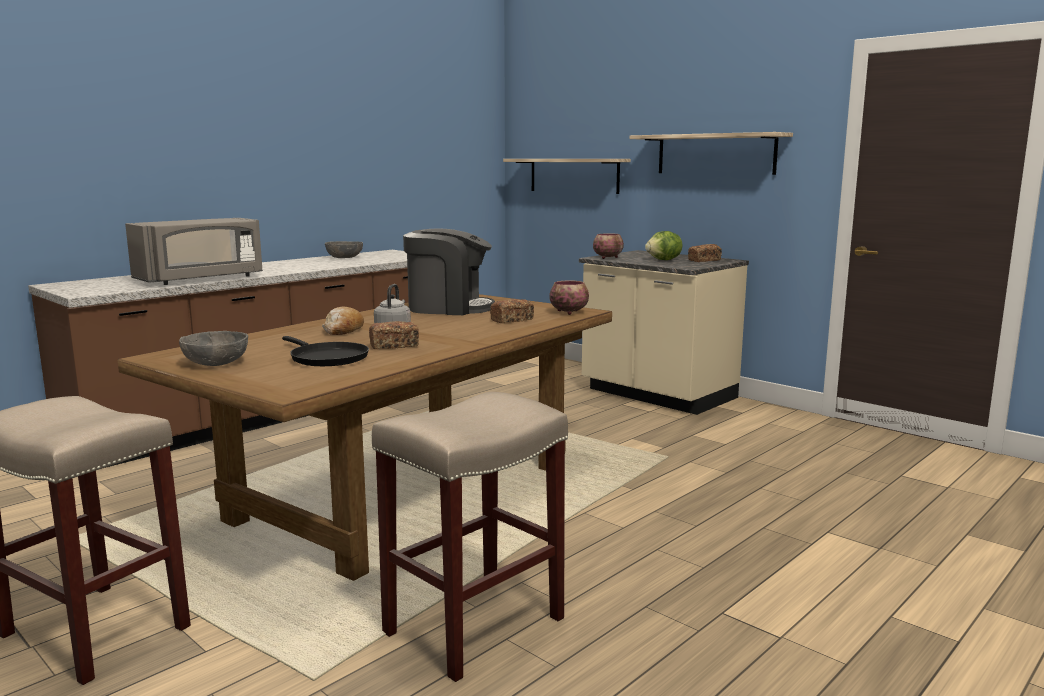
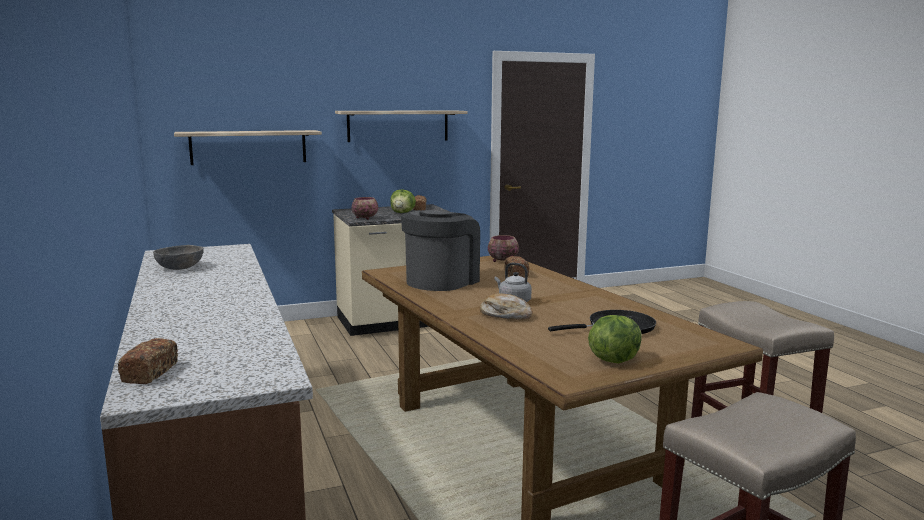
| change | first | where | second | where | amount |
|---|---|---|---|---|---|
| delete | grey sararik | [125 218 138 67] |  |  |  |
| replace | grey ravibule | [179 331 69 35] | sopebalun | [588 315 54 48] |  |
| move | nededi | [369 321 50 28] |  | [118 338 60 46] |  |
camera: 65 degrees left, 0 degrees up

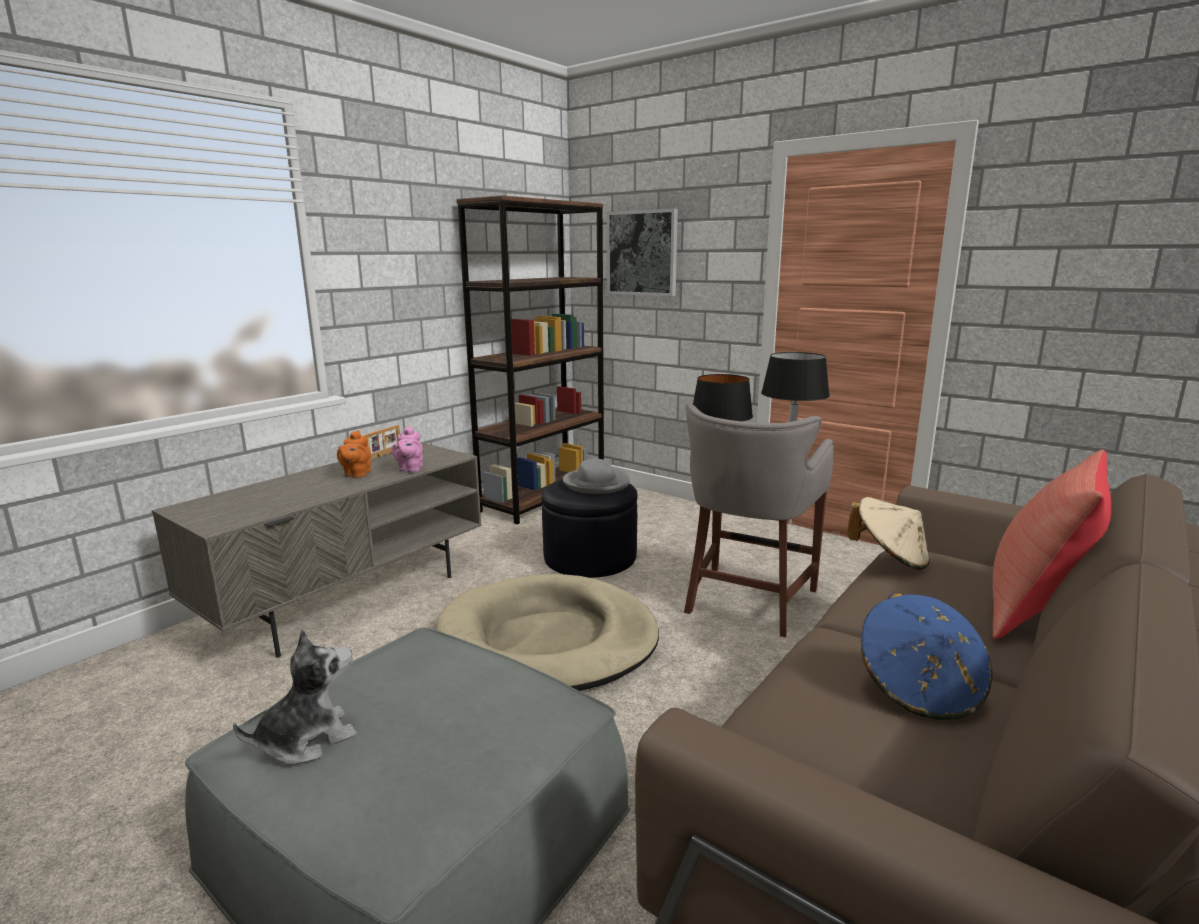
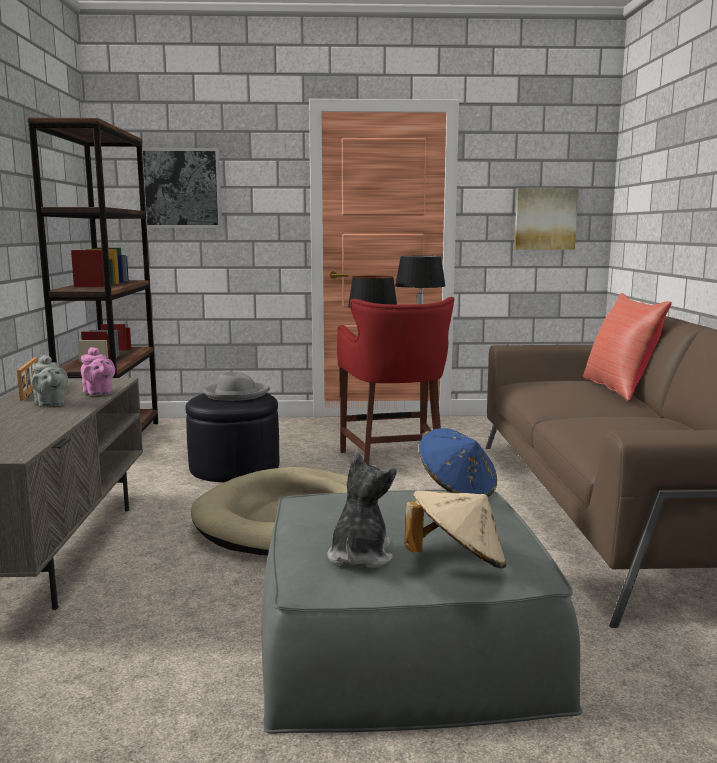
| change | first | where | second | where | amount |
|---|---|---|---|---|---|
| recolor | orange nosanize | [337 430 34 48] | grey nosanize | [31 355 37 52] |  |
| recolor | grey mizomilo | [684 404 150 233] | red mizomilo | [337 297 117 168] |  |
| move | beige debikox | [848 497 82 73] |  | [405 490 101 78] |  |
| move | blue debikox | [861 593 132 127] |  | [419 428 78 69] |  |
| insert |  |  | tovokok | [514 188 65 62] |  |
camera: 40 degrees left, 5 degrees down

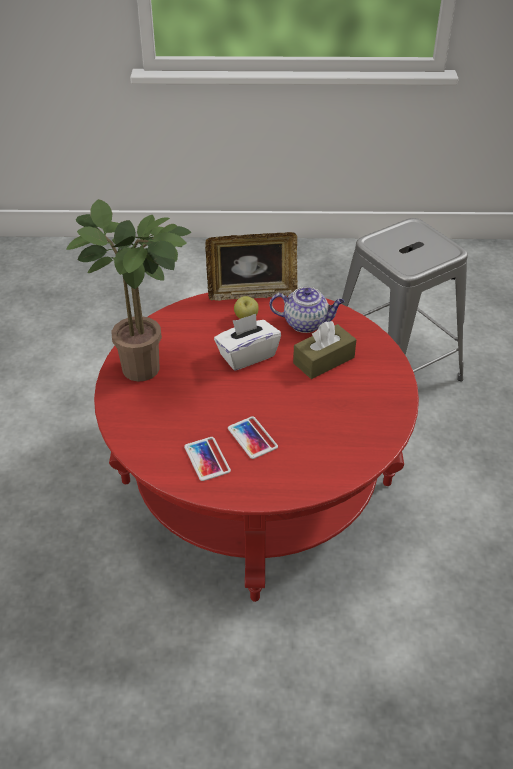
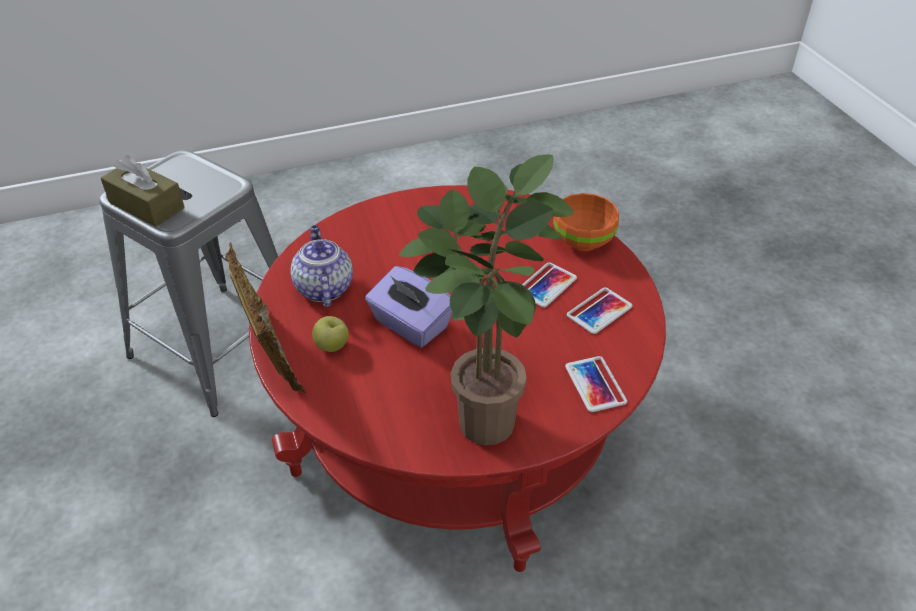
| change | first | where | second | where | amount |
|---|---|---|---|---|---|
| recolor | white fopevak | [214 314 67 57] | purple fopevak | [365 266 87 82] |  |
| move | brown fopevak | [293 321 63 58] |  | [101 155 84 72] |  |
| insert |  |  | orange ravibule | [553 193 66 58] |  |
| insert |  |  | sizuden | [565 356 62 56] |  |
camera: 110 degrees left, 0 degrees up

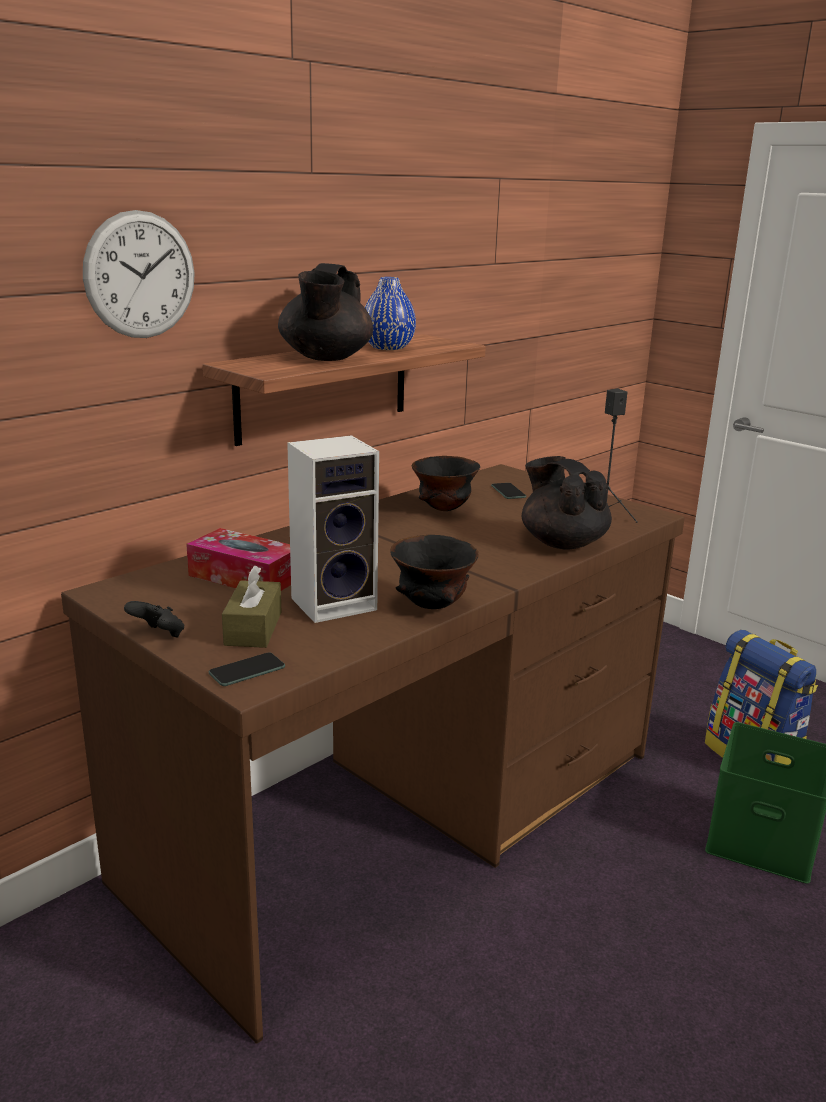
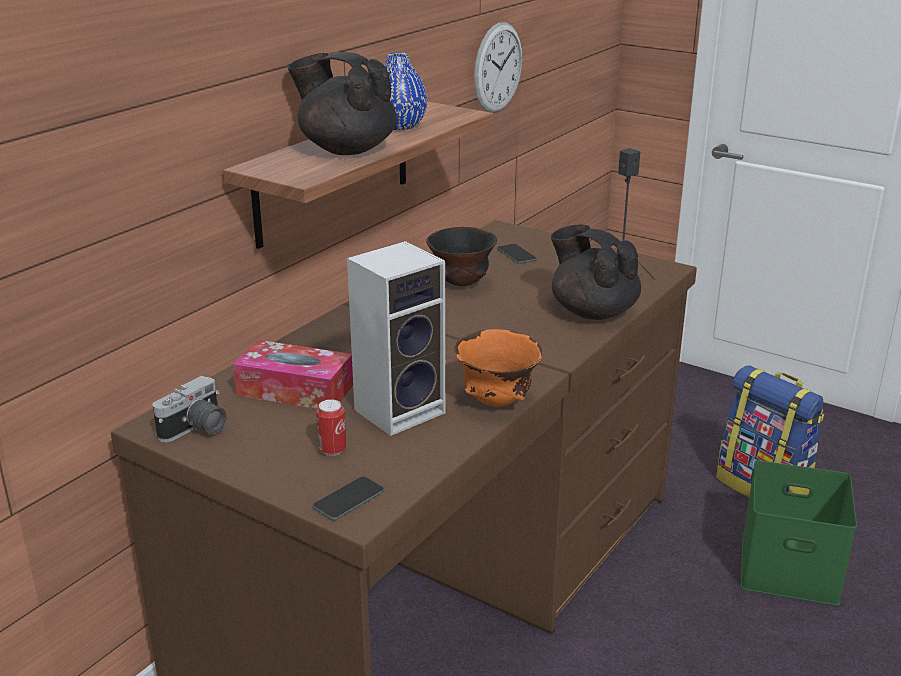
| change | first | where | second | where | amount |
|---|---|---|---|---|---|
| move | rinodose | [83 210 112 128] |  | [474 22 48 91] |  |
| delete | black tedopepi | [124 601 60 36] |  |  |  |
| replace | brown fopevak | [222 565 59 83] | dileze | [316 399 30 57] |  |
| rotate | black nosanize | [278 263 95 98] |  | [287 52 109 103] | 120 degrees clockwise |
| recolor | black ravibule | [390 535 89 74] | orange ravibule | [454 329 89 78] |  |
| insert |  |  | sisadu | [152 376 74 66] |  |
camera: 10 degrees left, 5 degrees up

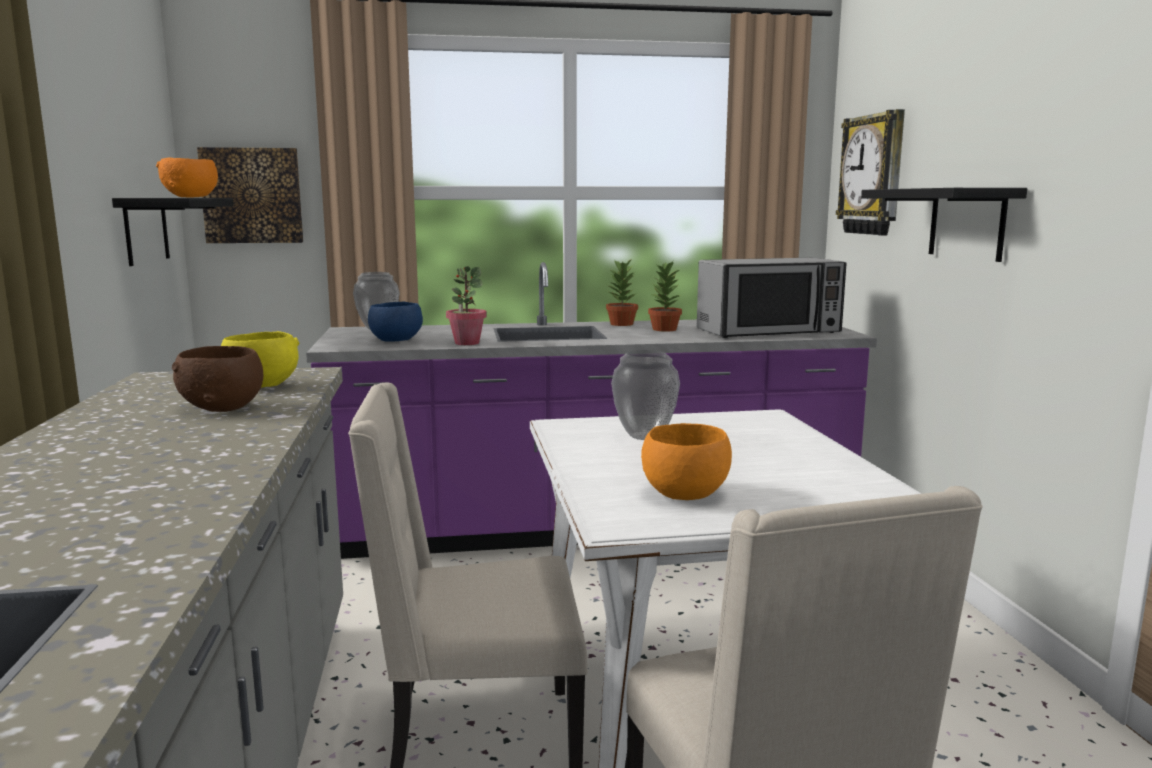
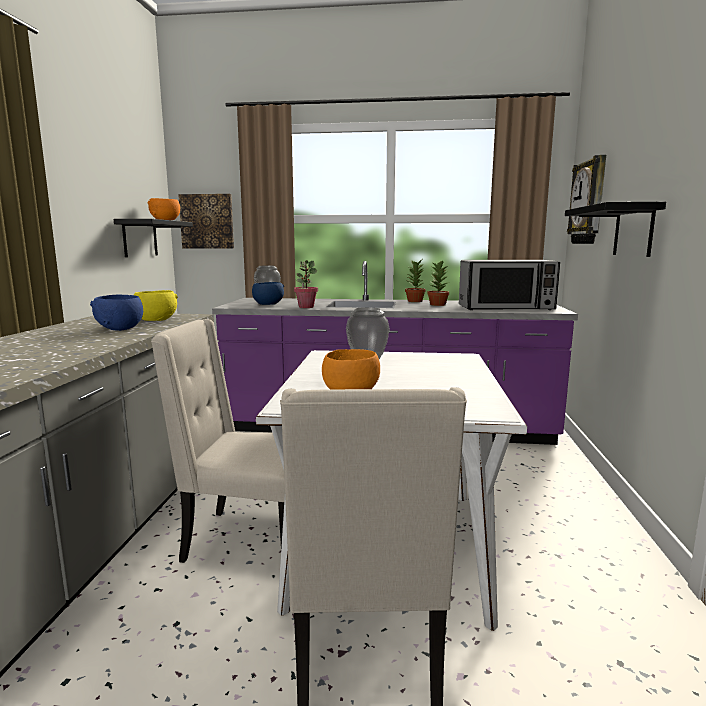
| change | first | where | second | where | amount |
|---|---|---|---|---|---|
| recolor | brown ravibule | [172 346 92 66] | blue ravibule | [90 295 53 36] |  |
camera: 15 degrees right, 0 degrees up

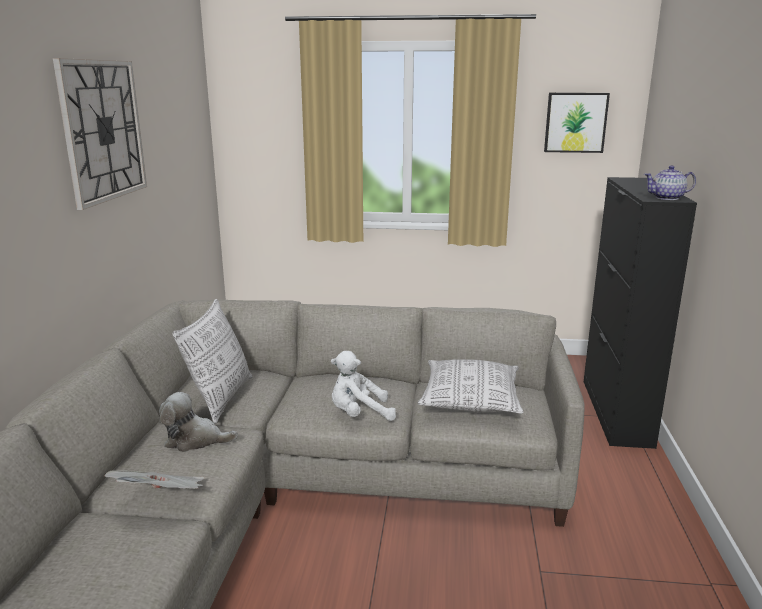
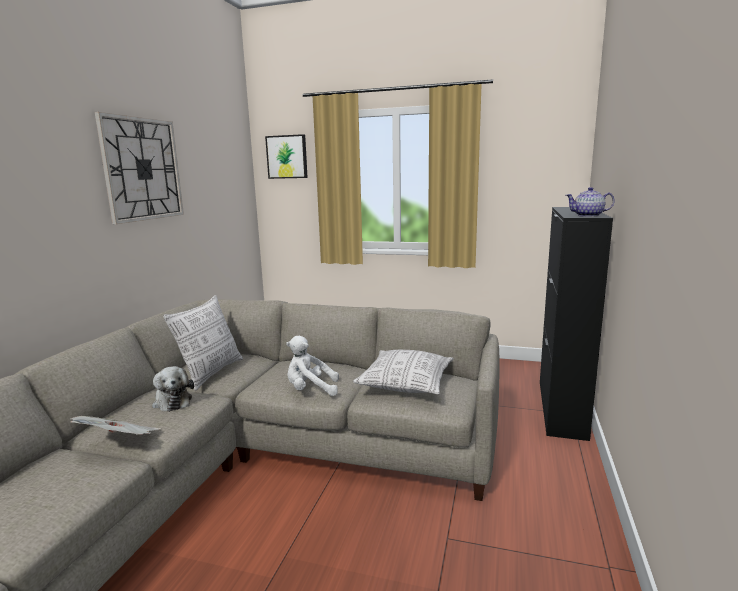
| change | first | where | second | where | amount |
|---|---|---|---|---|---|
| rotate | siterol | [159 392 79 60] |  | [152 366 42 46] | 135 degrees counterclockwise |
| move | tovokok | [544 93 66 60] |  | [265 134 43 45] |  |
camera: 10 degrees right, 5 degrees down

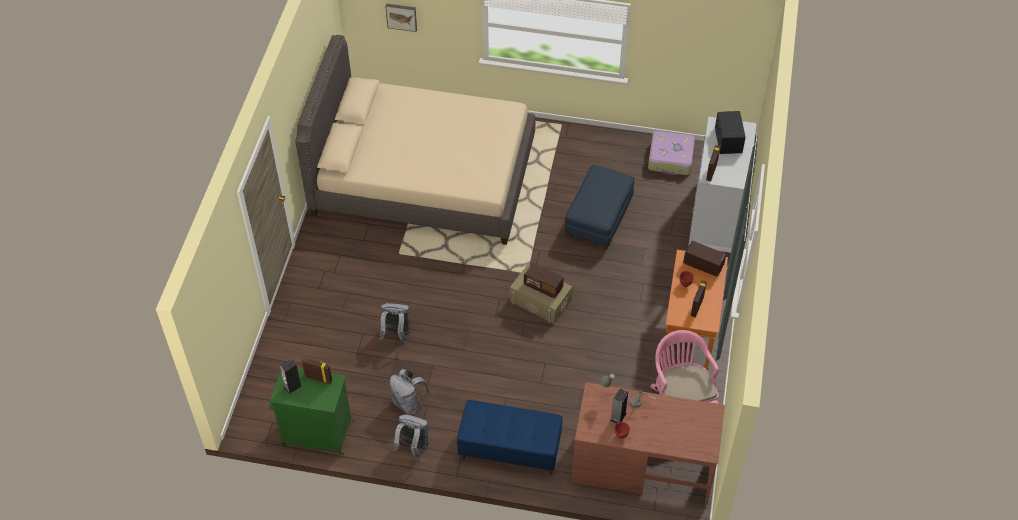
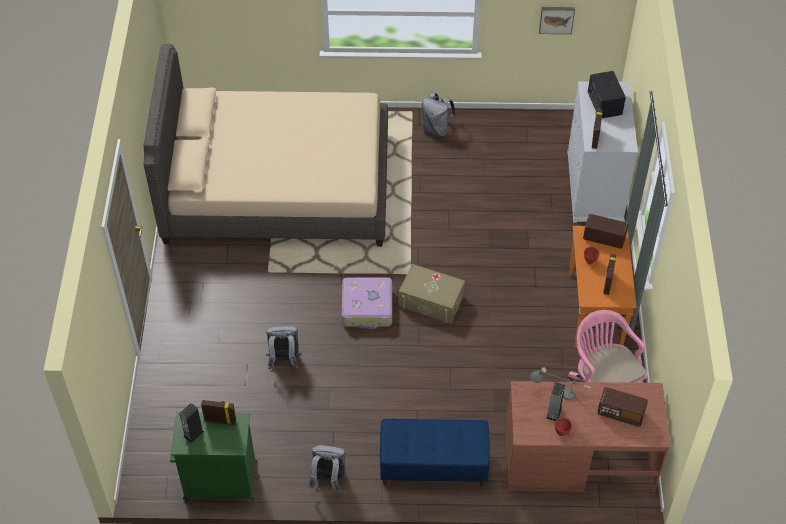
| change | first | where | second | where | amount |
|---|---|---|---|---|---|
| move | tovokok | [385 3 32 29] |  | [539 7 36 27] |  |
| move | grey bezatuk | [389 369 41 46] |  | [422 93 34 43] |  |
| move | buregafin | [524 263 40 35] |  | [597 387 51 40] |  |
| delete | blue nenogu | [564 165 70 85] |  |  |  |
| move | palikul | [648 131 47 44] |  | [342 277 50 52] |  |
camera: 10 degrees left, 0 degrees up

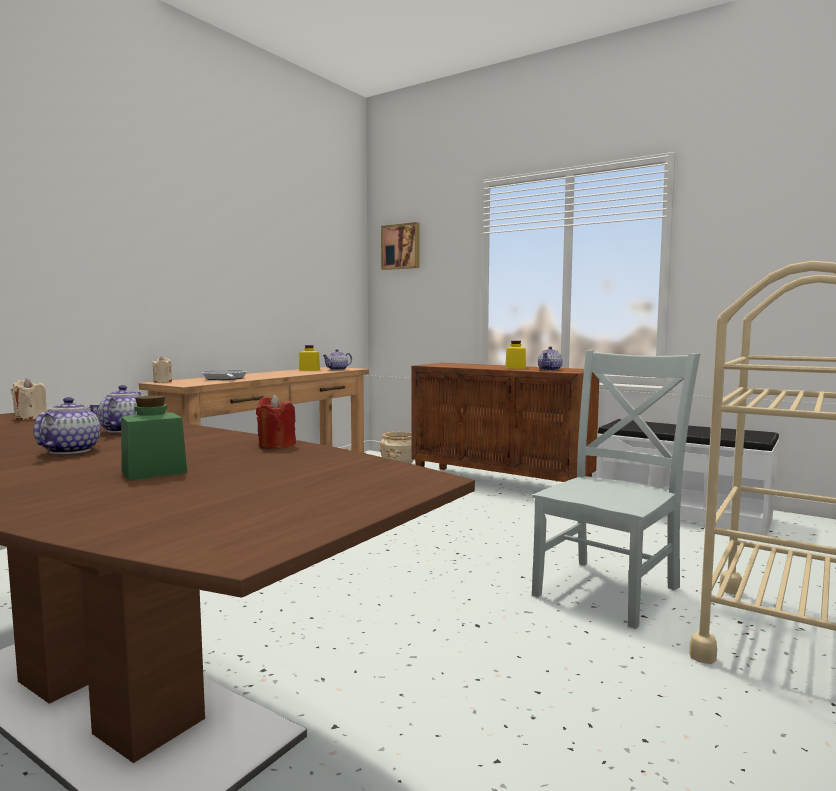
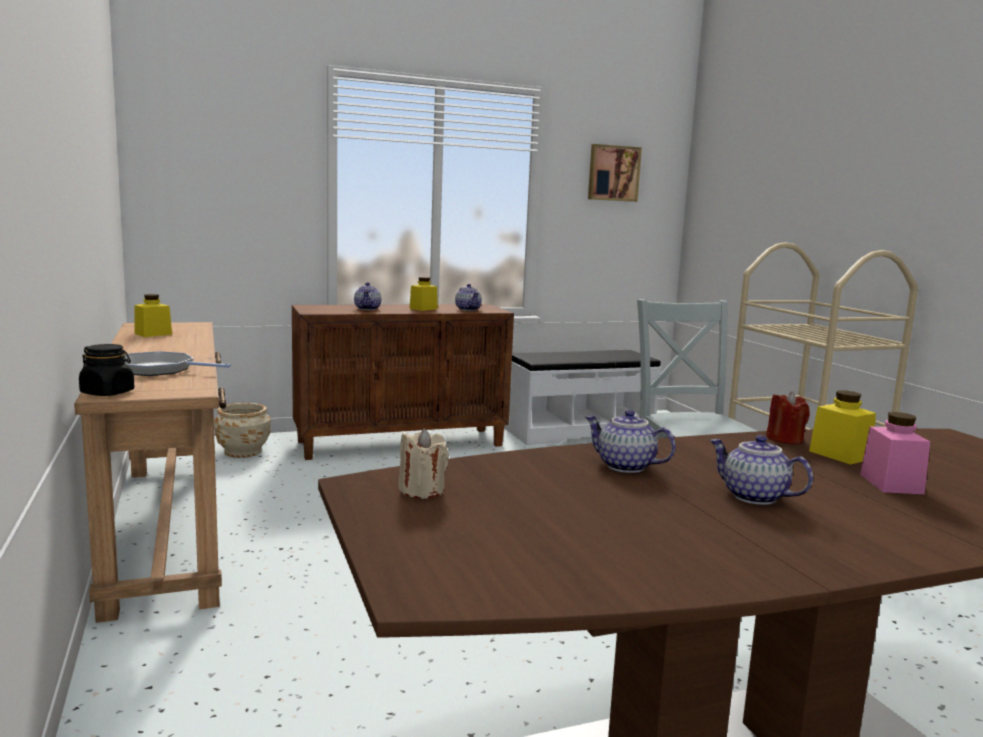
| change | first | where | second | where | amount |
|---|---|---|---|---|---|
| recolor | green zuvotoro | [121 395 66 85] | pink zuvotoro | [860 412 70 82] |  |
| replace | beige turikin | [152 356 20 27] | black zuvotoro | [79 344 55 52] |  |
| move | nosanize | [322 349 30 21] |  | [354 282 27 28] |  |
| move | tovokok | [381 222 38 48] |  | [588 144 54 58] |  |
| insert |  |  | yellow zuvotoro | [809 390 67 75] |  |
camera: 55 degrees left, 5 degrees up

